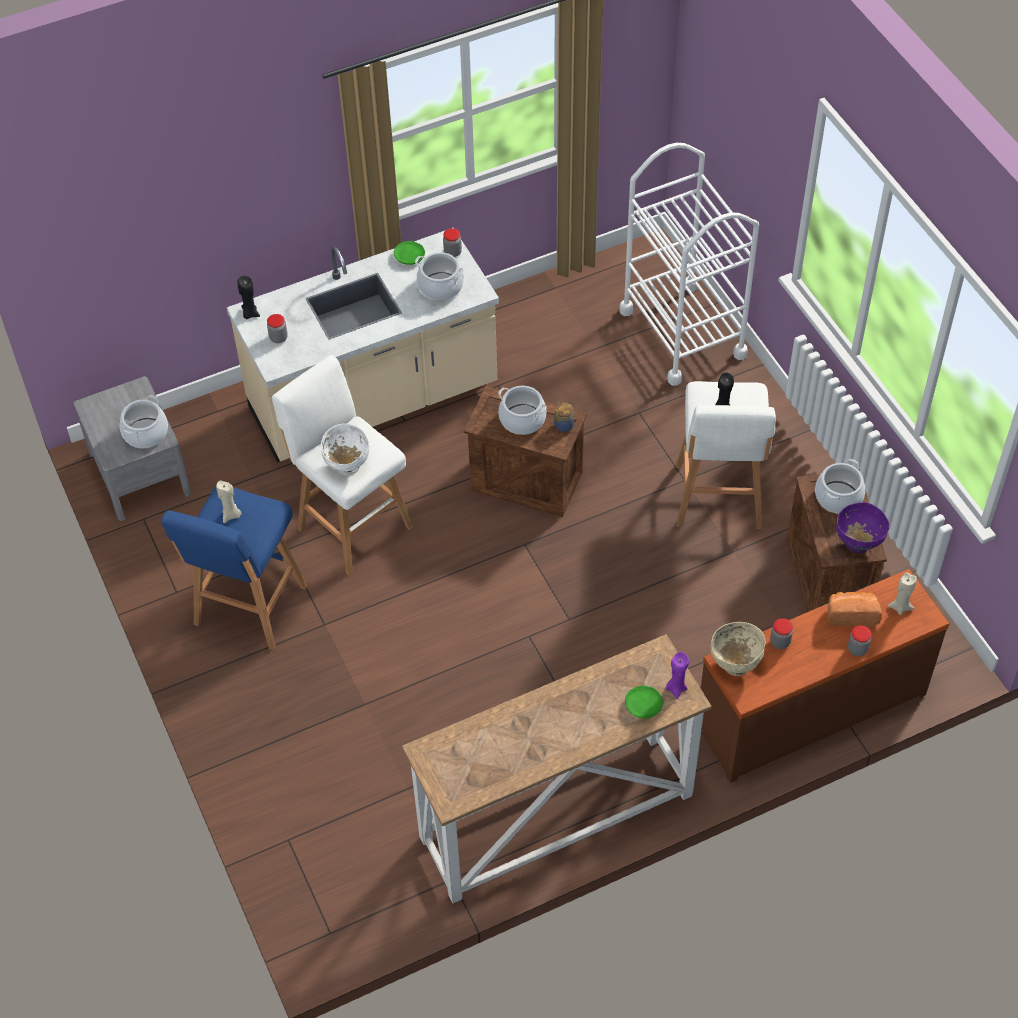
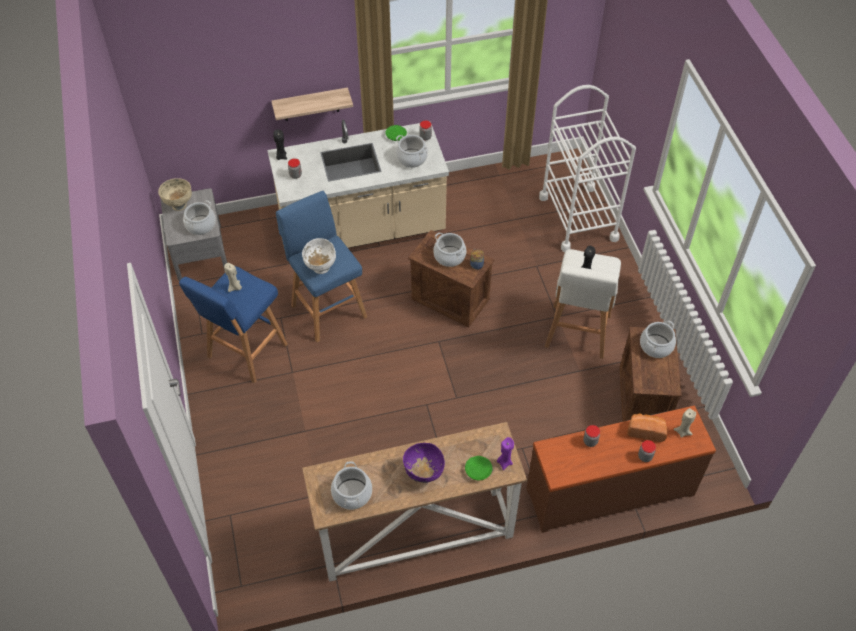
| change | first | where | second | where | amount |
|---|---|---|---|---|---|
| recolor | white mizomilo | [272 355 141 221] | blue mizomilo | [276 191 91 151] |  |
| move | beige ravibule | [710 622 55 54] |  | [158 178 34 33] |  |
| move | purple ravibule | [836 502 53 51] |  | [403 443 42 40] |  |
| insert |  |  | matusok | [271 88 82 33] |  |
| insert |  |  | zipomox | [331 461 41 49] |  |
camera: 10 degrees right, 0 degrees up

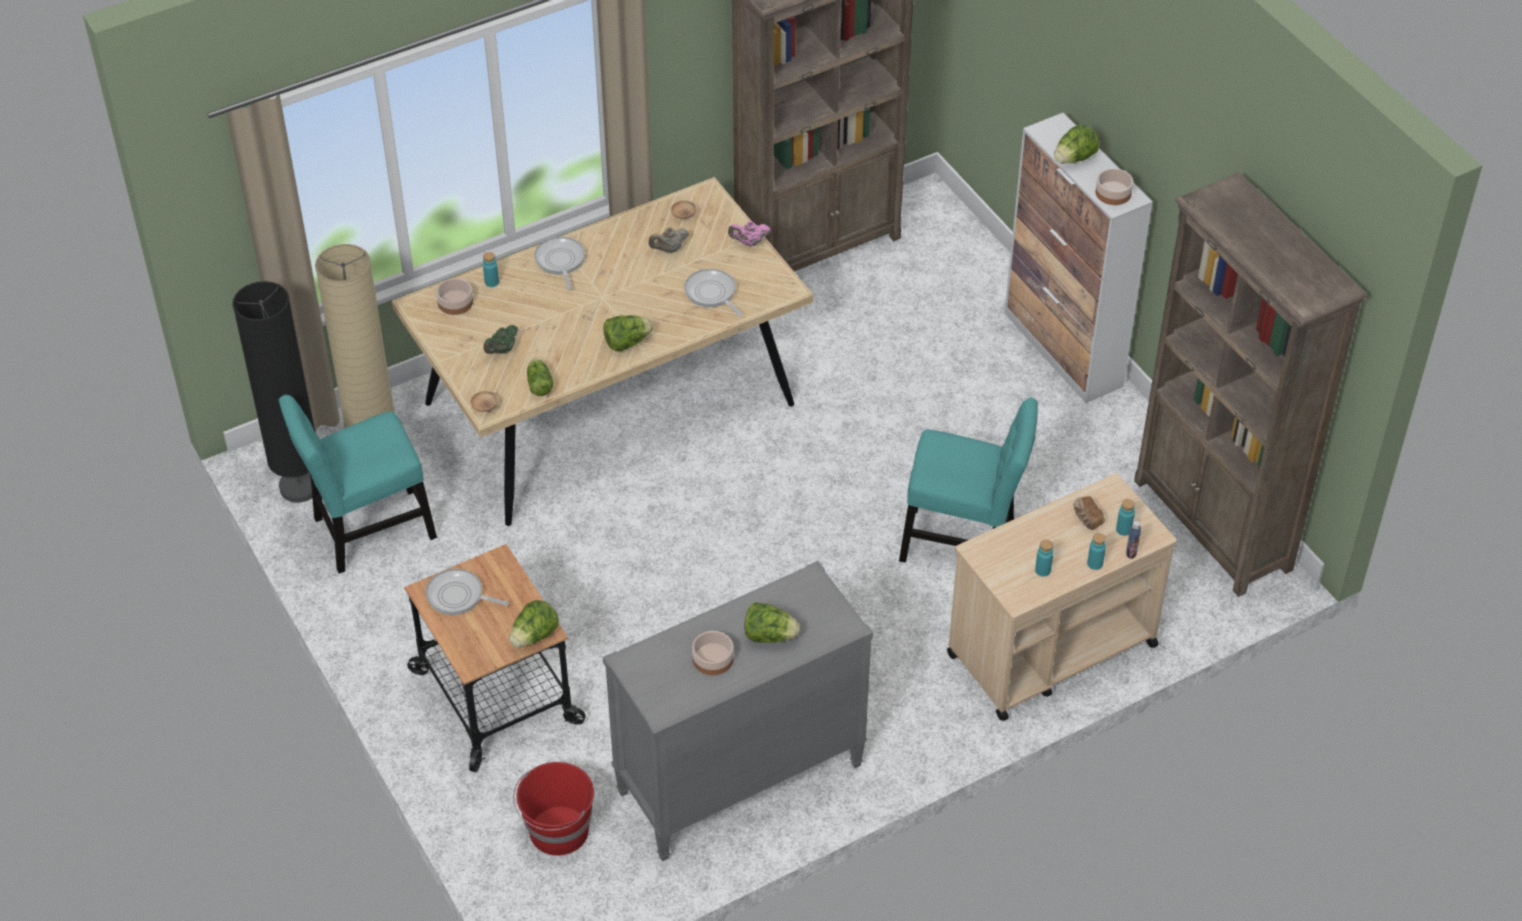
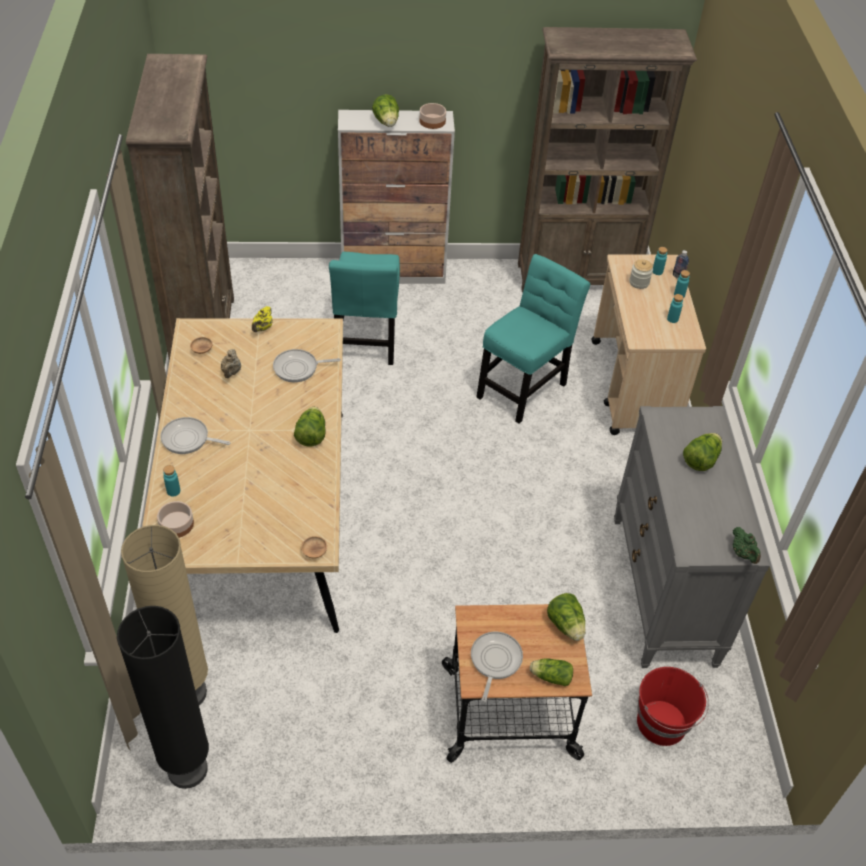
| change | first | where | second | where | amount |
|---|---|---|---|---|---|
| move | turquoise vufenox | [279 395 158 179] |  | [329 252 71 113] |  |
| rotate | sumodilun | [426 569 83 46] |  | [471 632 52 70] | 150 degrees clockwise |
| move | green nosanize | [483 325 35 29] |  | [733 527 28 37] |  |
| move | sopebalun | [527 358 26 38] |  | [530 658 43 28] |  |
| delete | ravibule | [692 631 42 44] |  |  |  |
| recolor | pink nosanize | [728 221 43 25] | yellow nosanize | [252 306 21 26] |  |
| replace | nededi | [1073 496 32 34] | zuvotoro | [629 259 24 30] |  |
camera: 65 degrees left, 0 degrees up

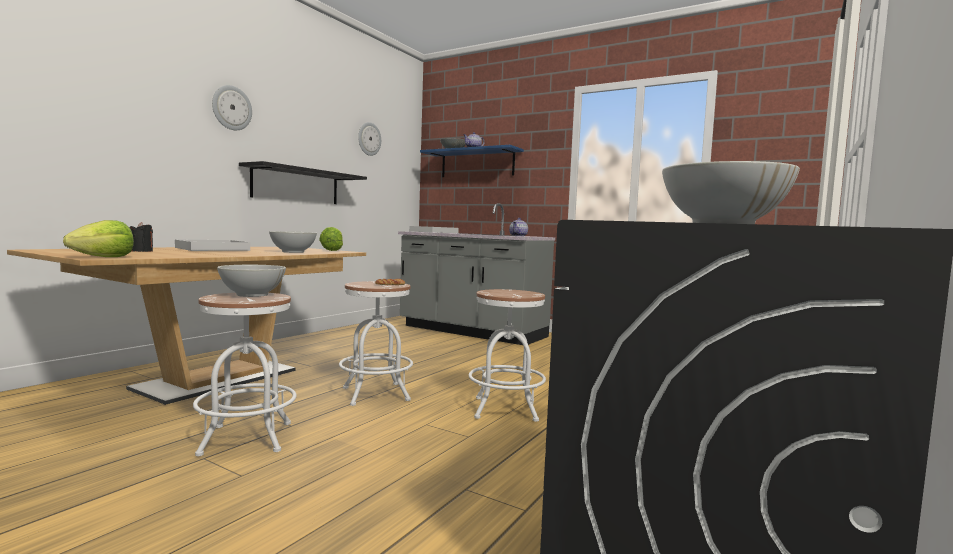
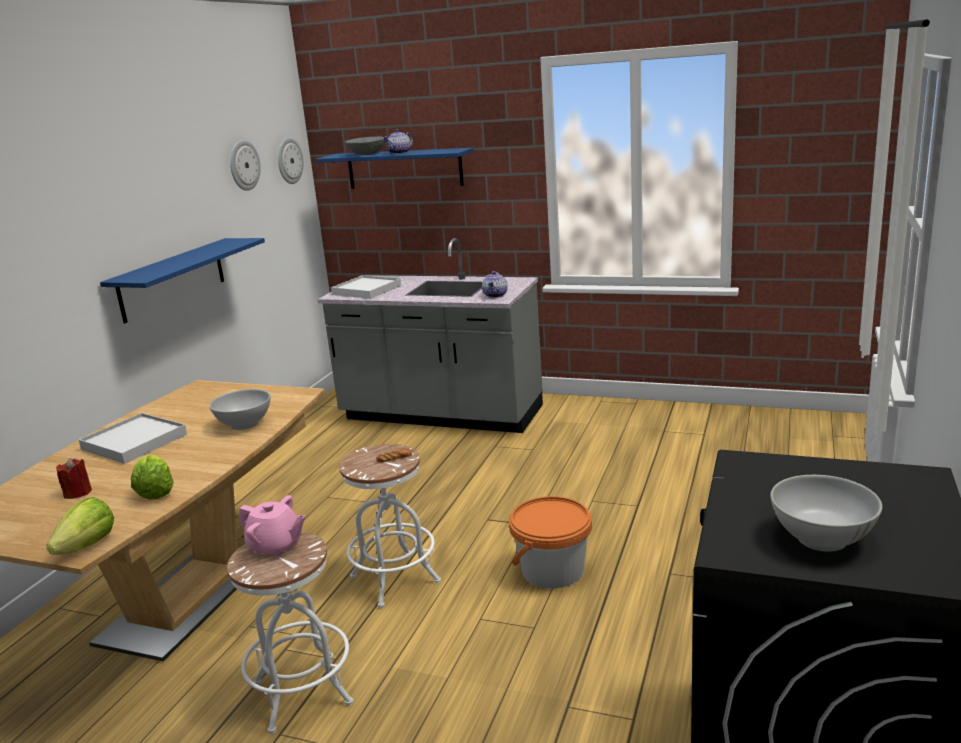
| change | first | where | second | where | amount |
|---|---|---|---|---|---|
| recolor | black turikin | [129 222 24 30] | red turikin | [56 458 36 41] |  |
| move | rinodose | [212 85 40 45] |  | [278 138 25 46] |  |
| replace | white ravibule | [217 265 69 32] | pink nosanize | [239 495 66 62] |  |
| recolor | black matusok | [239 161 128 43] | blue matusok | [100 238 165 86] |  |
| move | sopebalun | [319 227 24 24] |  | [131 454 42 45] |  |
| replace | white mizomilo | [469 289 77 133] | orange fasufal | [509 496 83 93] |  |
camera: 10 degrees left, 15 degrees up

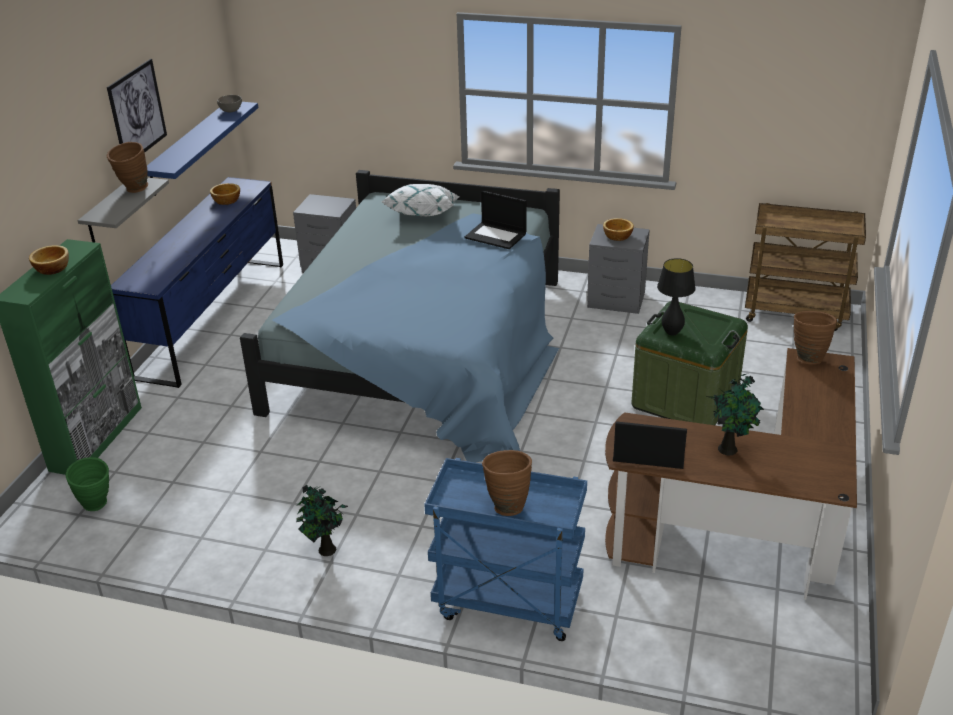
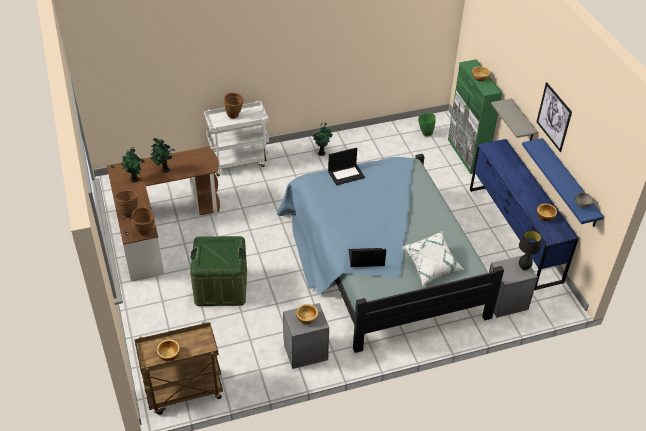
| change | first | where | second | where | amount |
|---|---|---|---|---|---|
| move | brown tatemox | [107 142 41 51] |  | [115 190 23 29] |  |
| recolor | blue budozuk | [424 458 163 183] | white budozuk | [204 101 66 75] |  |
| move | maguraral | [613 421 74 48] |  | [328 148 37 37] |  |
| move | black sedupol | [657 258 39 78] |  | [519 230 22 40] |  |
| insert |  |  | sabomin | [121 149 24 34] |  |
| insert |  |  | ravibule | [157 339 23 22] |  |
camera: 145 degrees right, 10 degrees up

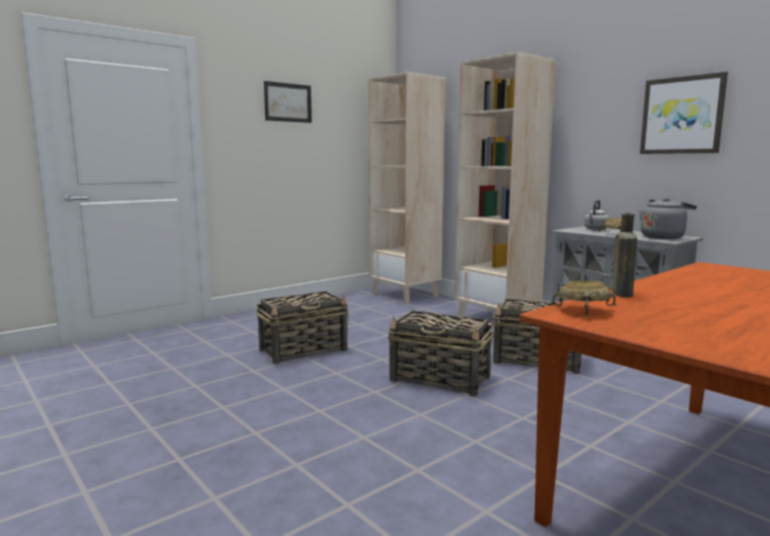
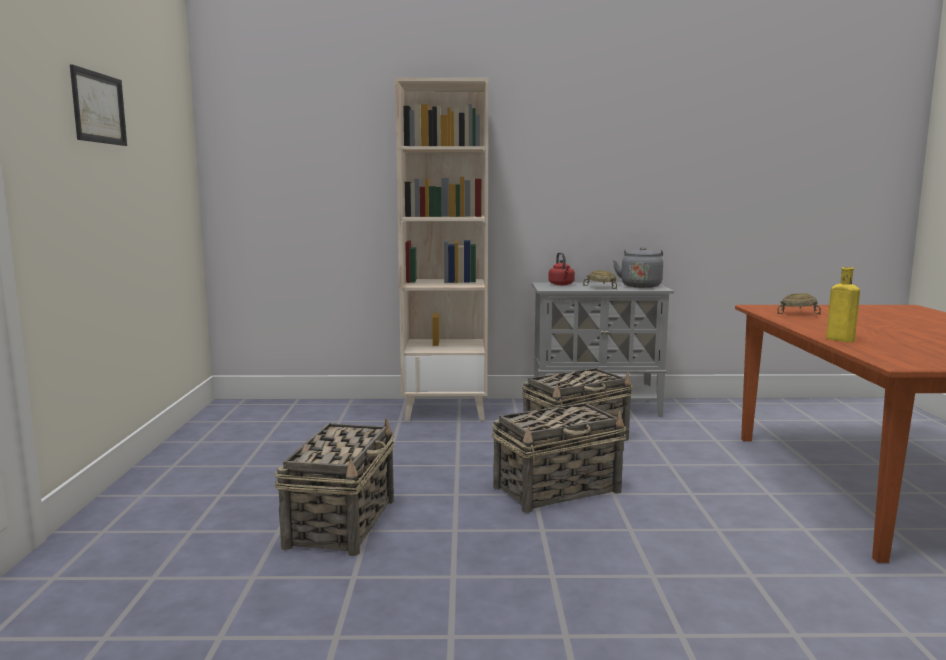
| change | first | where | second | where | amount |
|---|---|---|---|---|---|
| delete | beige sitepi | [369 72 77 231] |  |  |  |
| move | beige ravibule | [551 280 65 37] |  | [777 293 44 22] |  |
| recolor | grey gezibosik | [584 200 26 30] | red gezibosik | [548 252 27 33] |  |
| recolor | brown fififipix | [612 213 25 84] | yellow fififipix | [826 267 34 75] |  |
| delete | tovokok | [640 72 88 82] |  |  |  |
camera: 50 degrees left, 0 degrees up

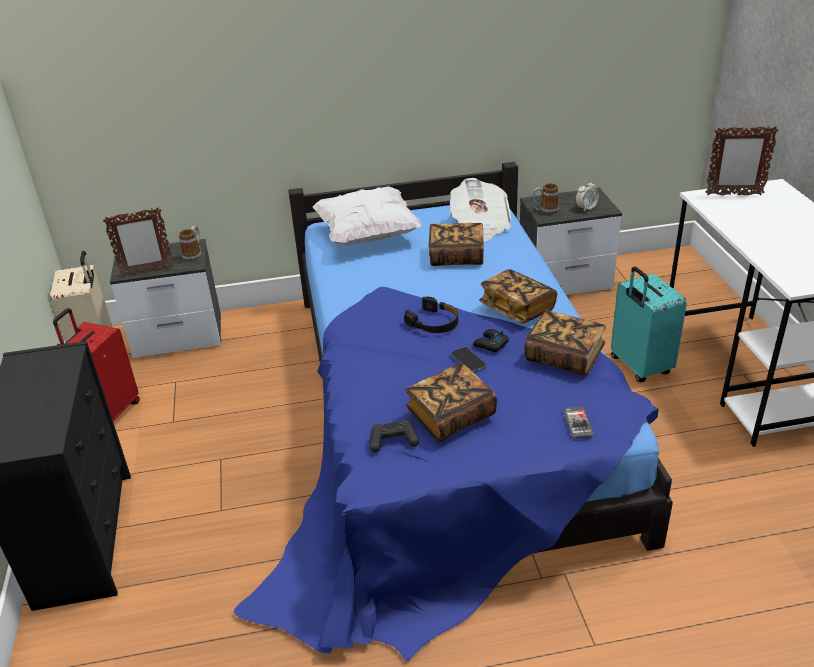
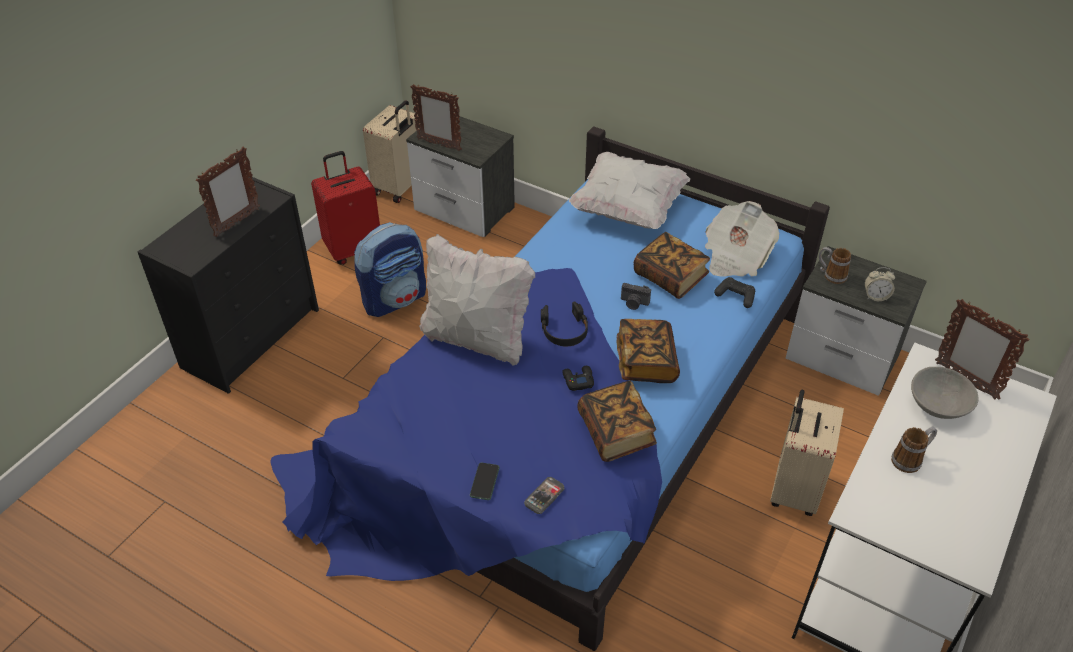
| change | first | where | second | where | amount |
|---|---|---|---|---|---|
| move | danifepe | [179 226 23 36] |  | [891 427 46 46] |  |
| move | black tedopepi | [370 420 49 32] |  | [714 277 41 31] |  |
| delete | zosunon | [405 363 92 79] |  |  |  |
| move | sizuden | [451 347 36 26] |  | [470 463 30 37] |  |
| recolor | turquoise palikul | [611 266 76 116] | beige palikul | [770 390 74 126] |  |
| insert |  |  | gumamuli | [196 147 64 90] |  |
| insert |  |  | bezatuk | [354 222 72 95] |  |
| insert |  |  | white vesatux | [419 234 116 132] |  |
| insert |  |  | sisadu | [621 283 30 27] |  |
| insert |  |  | grey ravibule | [911 367 67 52] |  |
camera: 40 degrees right, 10 degrees up

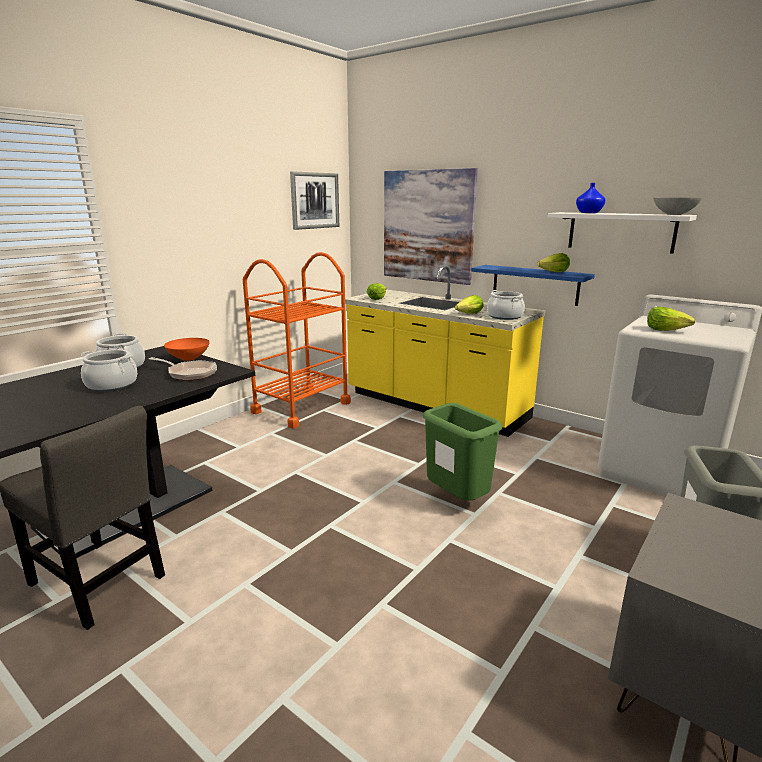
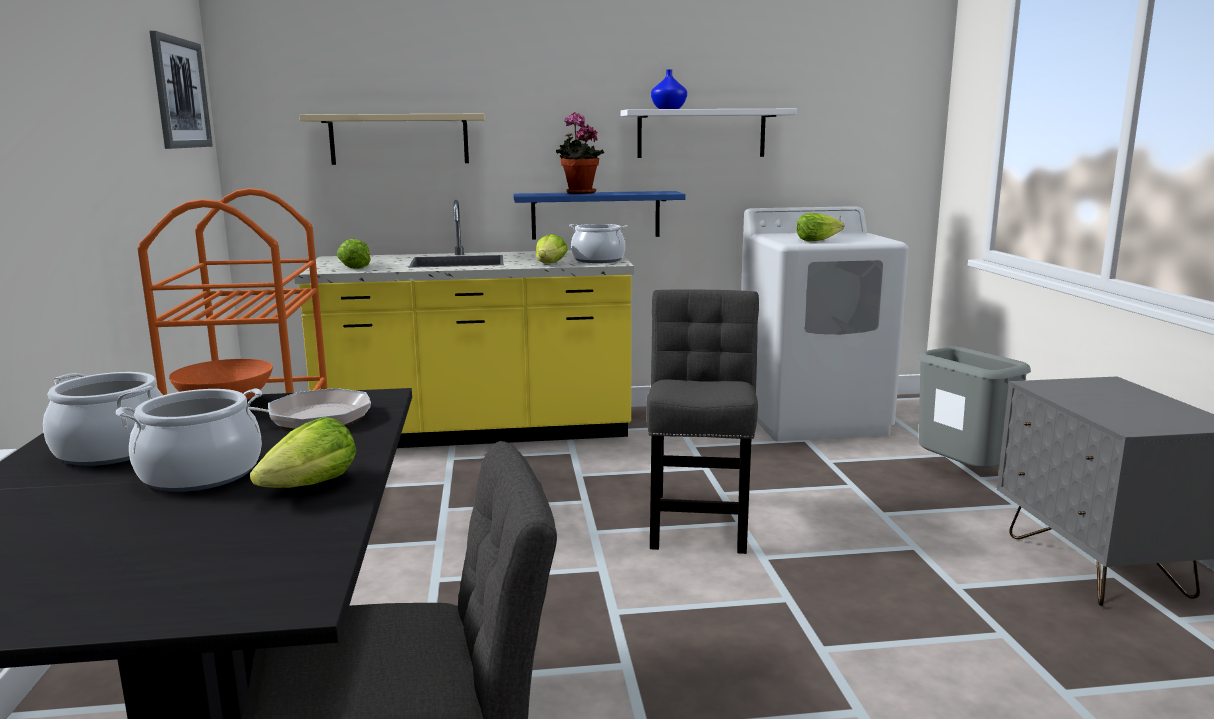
| change | first | where | second | where | amount |
|---|---|---|---|---|---|
| replace | tovokok | [384 168 94 117] | beige matusok | [299 114 186 51] |  |
| replace | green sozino | [423 403 80 98] | grey vufenox | [646 289 113 265] |  |
| move | sopebalun | [537 253 33 19] |  | [250 417 106 71] |  |
| delete | grey ravibule | [653 197 49 18] |  |  |  |
| insert |  |  | sabomin | [556 112 48 82] |  |
camera: 45 degrees left, 5 degrees down

